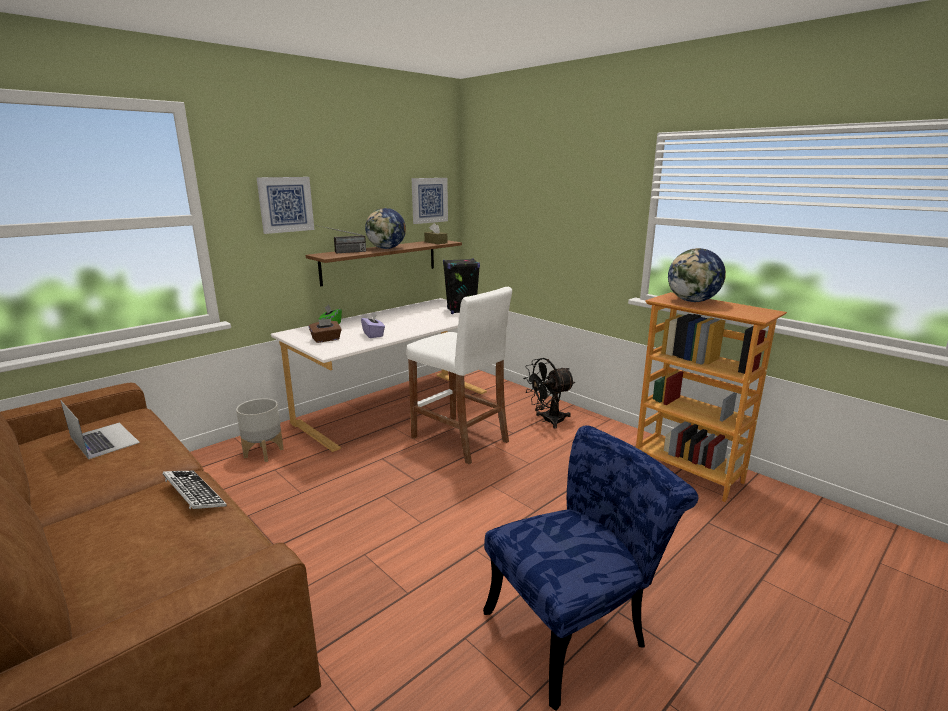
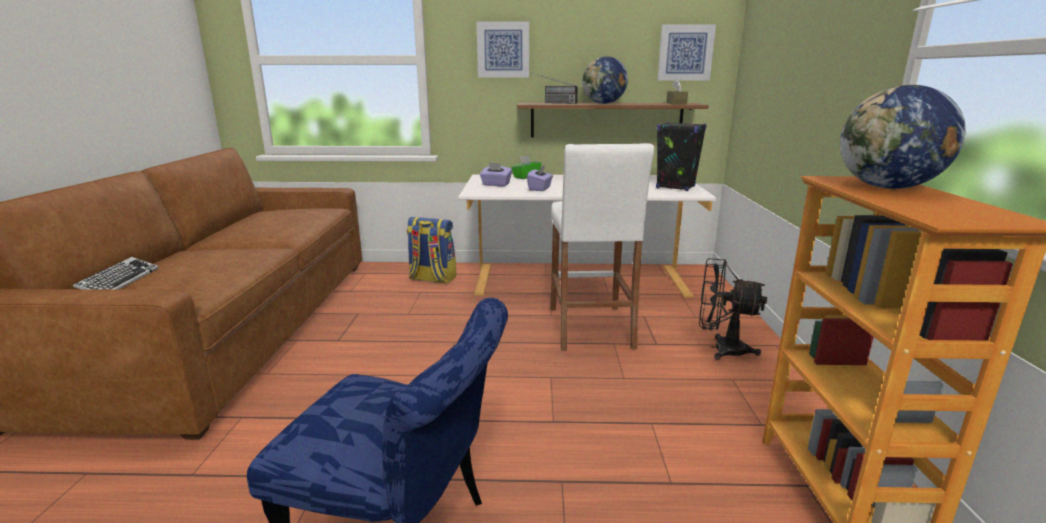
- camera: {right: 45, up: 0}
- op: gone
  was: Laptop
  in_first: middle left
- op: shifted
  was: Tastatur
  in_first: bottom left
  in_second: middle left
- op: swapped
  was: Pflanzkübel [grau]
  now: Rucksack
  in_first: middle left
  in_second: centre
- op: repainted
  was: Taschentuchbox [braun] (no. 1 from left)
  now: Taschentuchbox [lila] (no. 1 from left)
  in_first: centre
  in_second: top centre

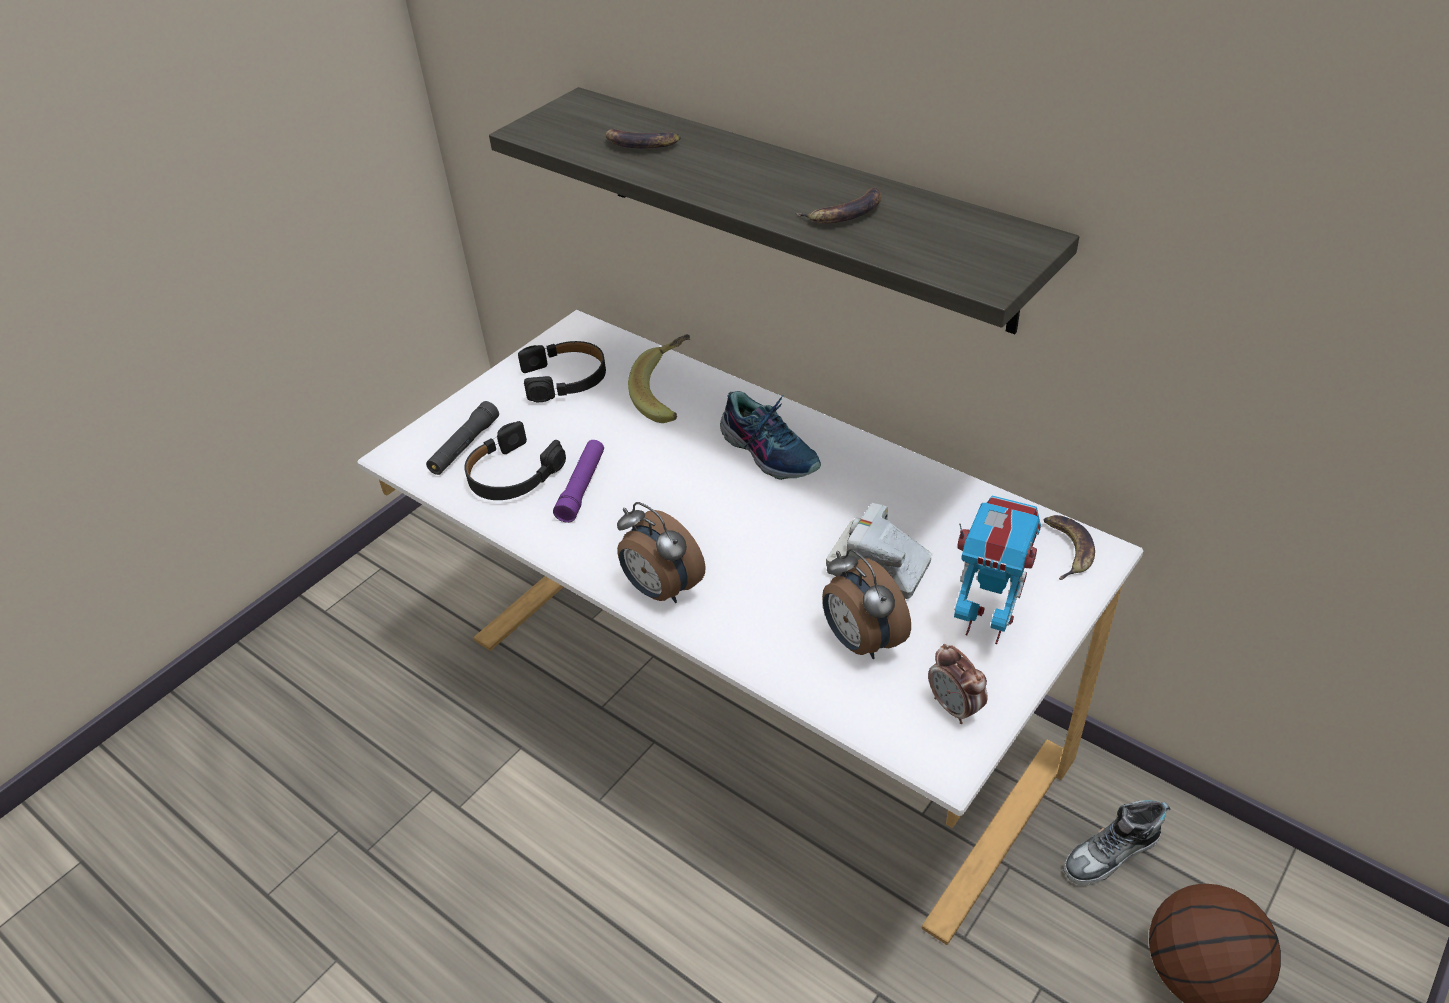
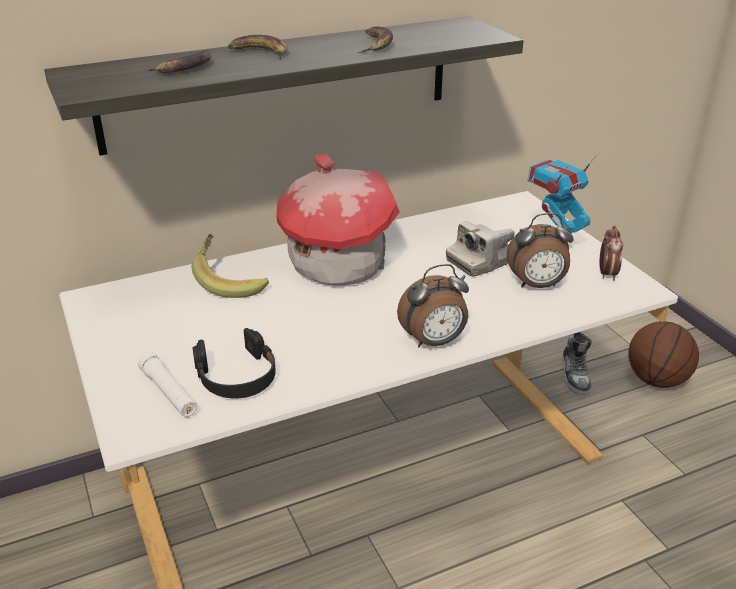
- camera: {right: -65, up: -10}
- op: gone
  was: Kopfhörer [schwarz] (no. 2 from left)
  in_first: centre
- op: gone
  was: Taschenlampe [lila]
  in_first: centre
- op: shifted
  was: Banane (no. 4 from left in the first image)
  now: Banane (no. 3 from left)
  in_first: middle right
  in_second: top centre
- op: swapped
  was: Schuh (no. 1 from left)
  now: Spielzeughaus
  in_first: centre
  in_second: centre
- op: repainted
  was: Taschenlampe [schwarz]
  now: Taschenlampe [weiß]
  in_first: middle left
  in_second: middle left
- op: rotated
  was: Wecker (no. 3 from left)
  in_first: bottom centre
  in_second: middle right
  clockwise: -75

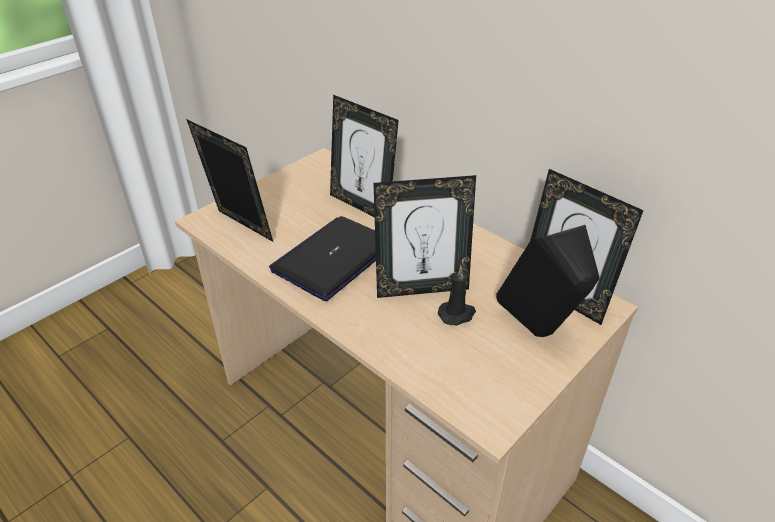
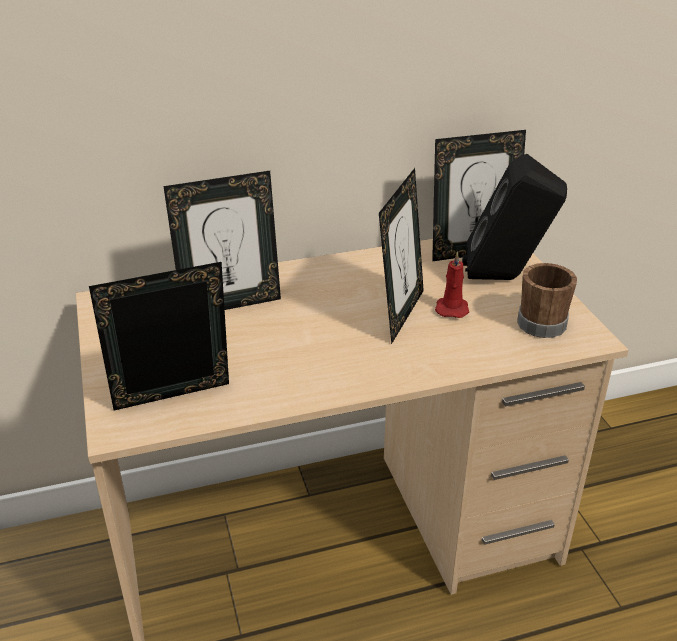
- camera: {right: -60, up: -5}
- op: gone
  was: Laptop
  in_first: centre
- op: new
  now: Henkelbecher [braun]
  in_second: middle right
- op: repainted
  was: Kerze [schwarz]
  now: Kerze [rot]
  in_first: centre
  in_second: middle right

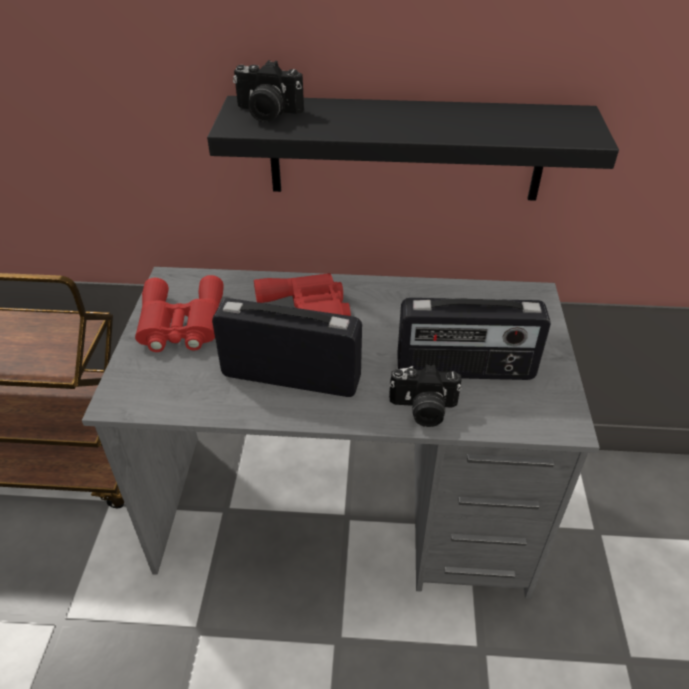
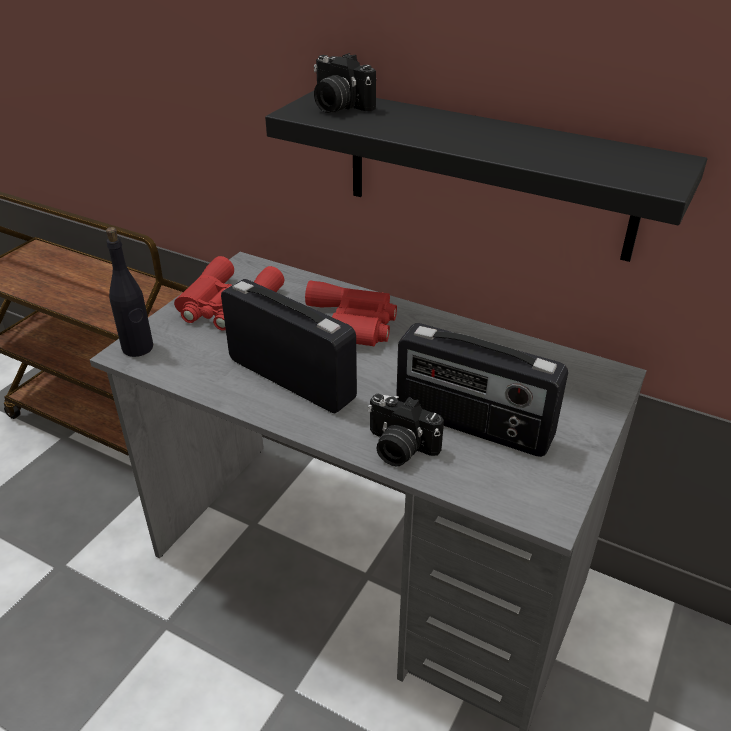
- camera: {right: 25, up: -5}
- op: new
  now: Flasche [schwarz]
  in_second: middle left

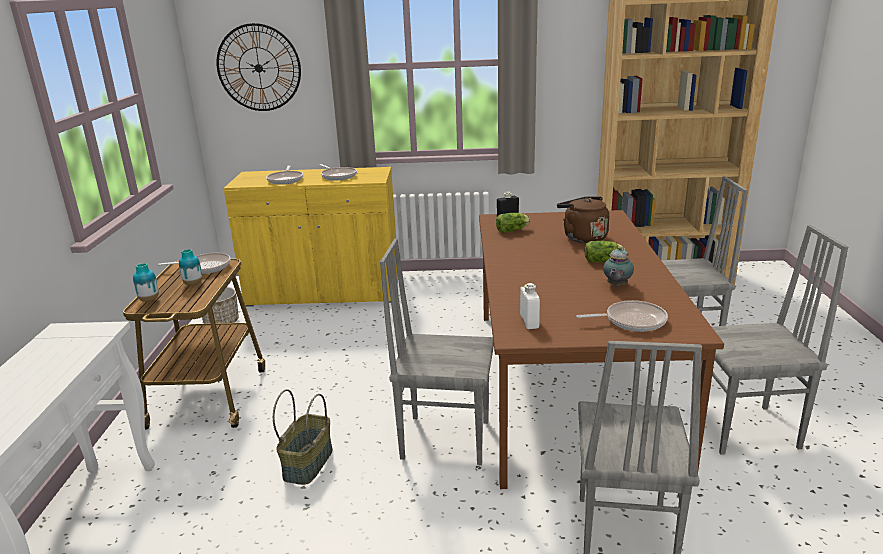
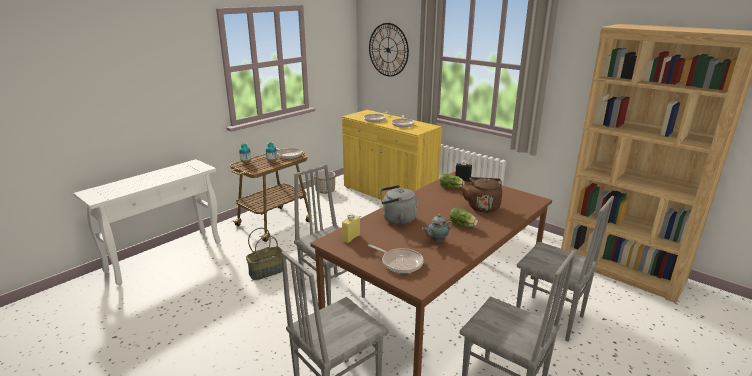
- camera: {right: 40, up: 0}
- op: new
  now: Wasserkessel [grau]
  in_second: centre
- op: repainted
  was: Flasche [weiß]
  now: Flasche [gelb]
  in_first: centre
  in_second: centre

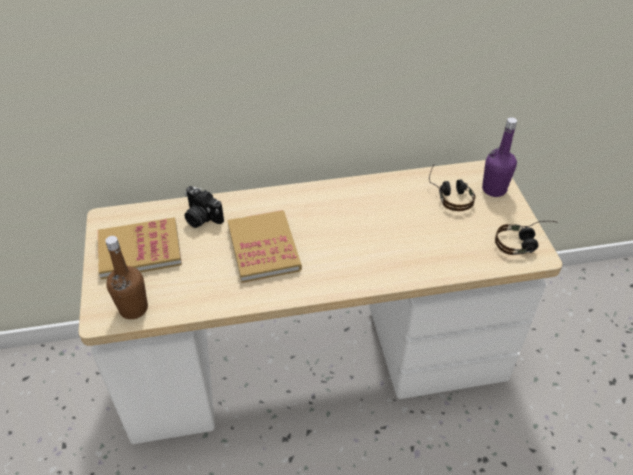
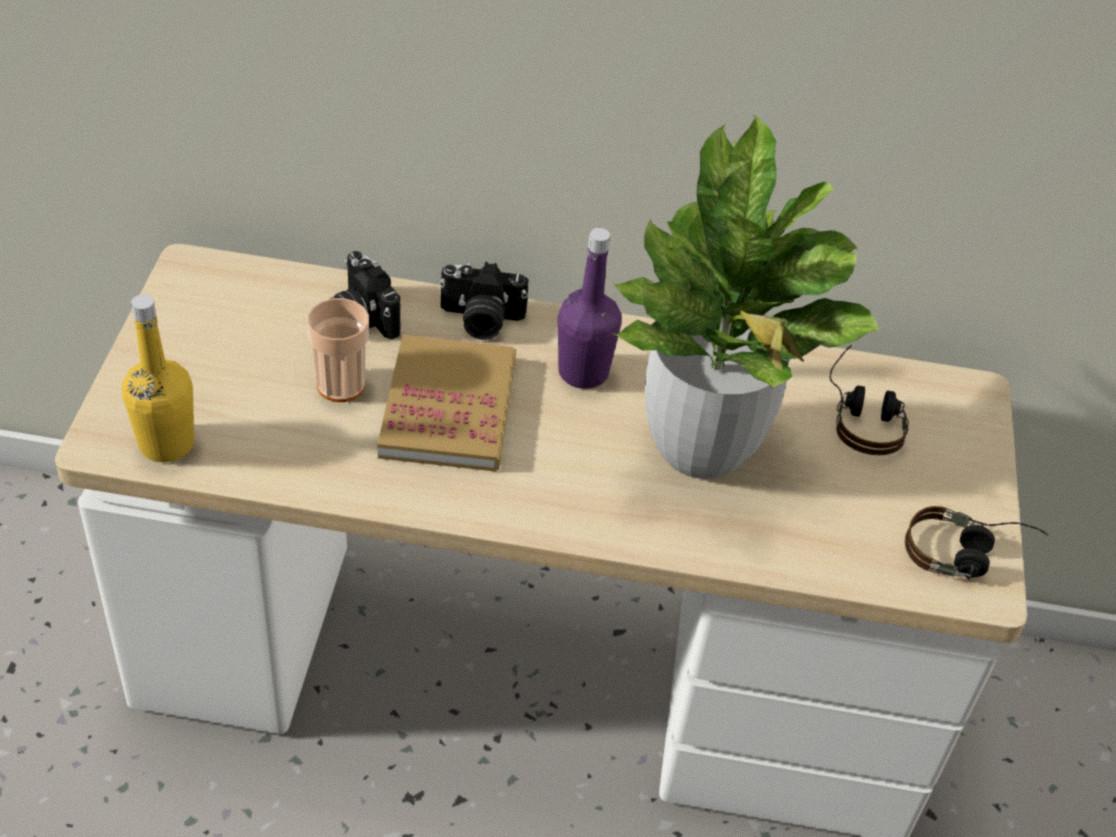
- camera: {right: 15, up: 0}
- op: gone
  was: Buch (no. 1 from left)
  in_first: middle left
- op: new
  now: Tasse
  in_second: middle left
- op: new
  now: Kamera (no. 2 from left)
  in_second: centre
- op: new
  now: Topfpflanze
  in_second: middle right
- op: shifted
  was: Flasche [lila]
  in_first: top right
  in_second: centre
- op: repainted
  was: Flasche [braun]
  now: Flasche [gelb]
  in_first: middle left
  in_second: middle left

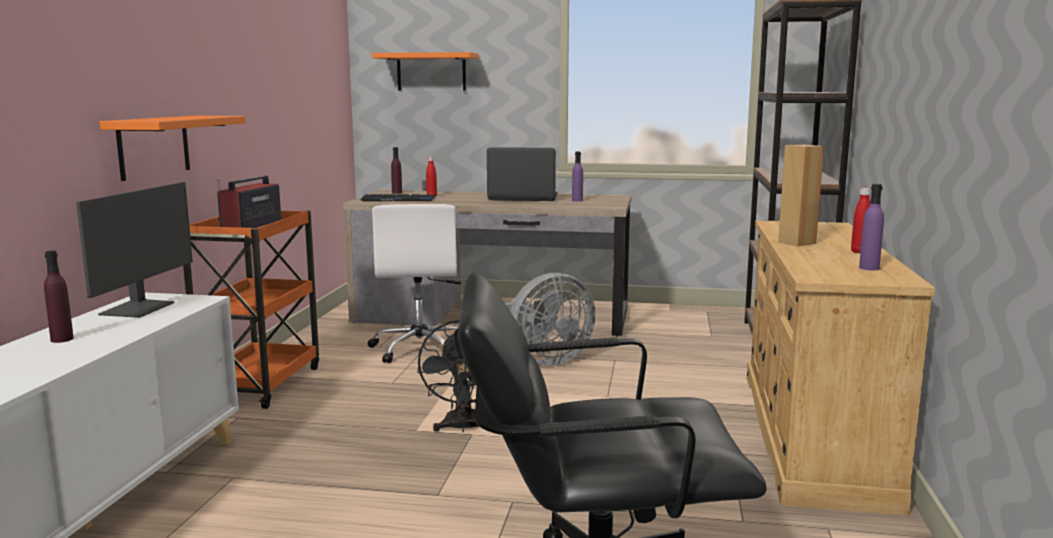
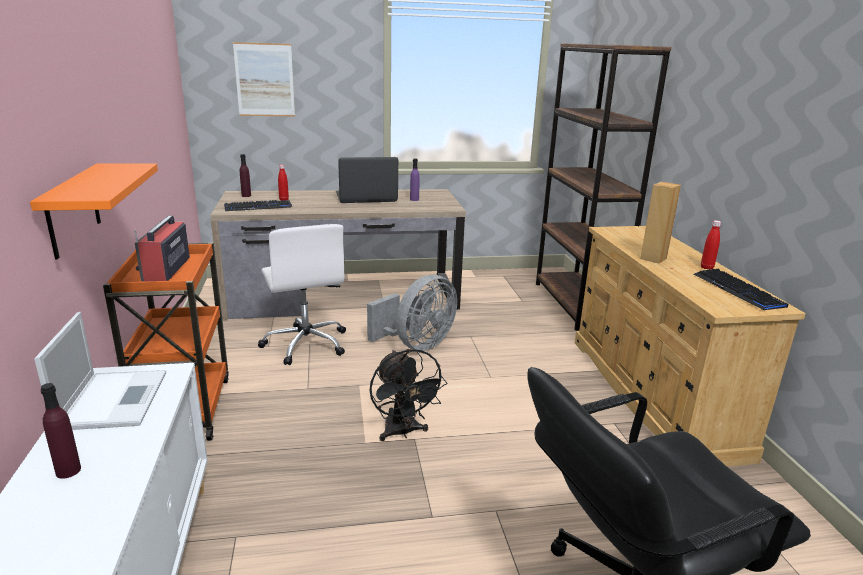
- camera: {right: -20, up: 10}
- op: swapped
  was: Monitor
  now: Laptop (no. 1 from left)
  in_first: middle left
  in_second: middle left
- op: swapped
  was: Wandregal [orange] (no. 2 from left)
  now: Bild
  in_first: top centre
  in_second: top left
- op: swapped
  was: Flasche [lila] (no. 4 from left)
  now: Tastatur (no. 2 from left)
  in_first: middle right
  in_second: middle right

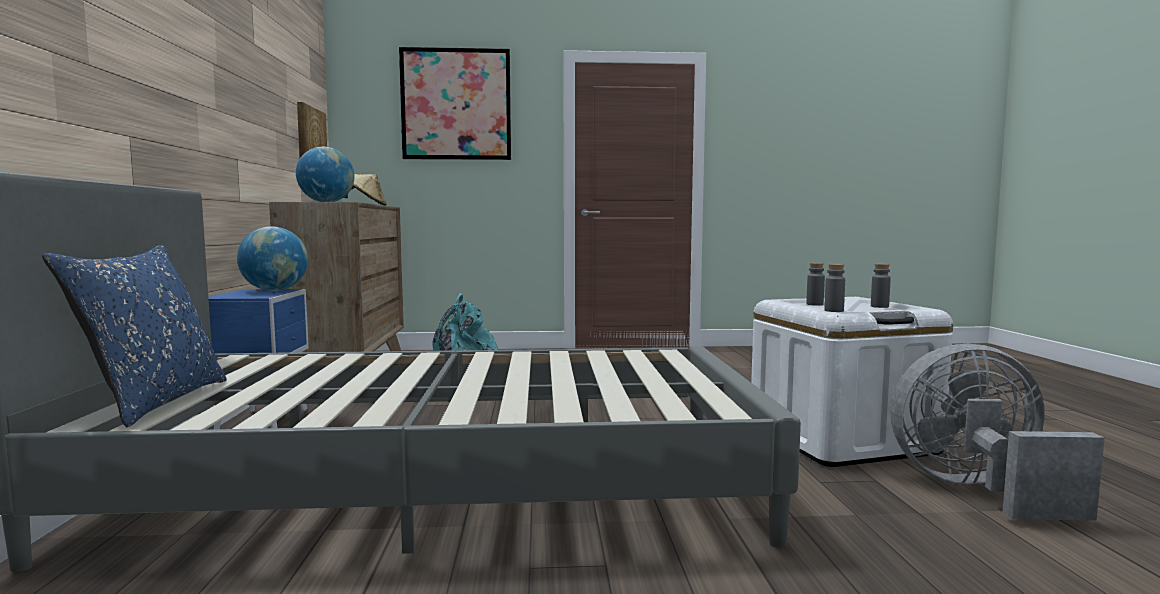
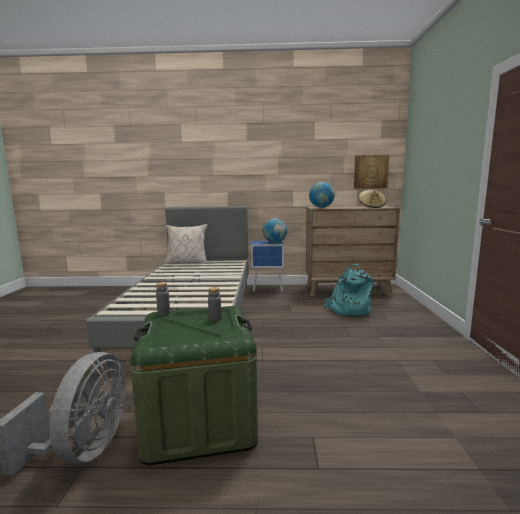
- camera: {right: 95, up: 5}
- op: gone
  was: Bild (no. 2 from left)
  in_first: top centre
- op: gone
  was: Flasche [grau] (no. 3 from left)
  in_first: middle right
- op: repainted
  was: Kissen [blau]
  now: Kissen [beige]
  in_first: middle left
  in_second: centre
- op: repainted
  was: Aufbewahrungsbox [weiß]
  now: Aufbewahrungsbox [grün]
  in_first: middle right
  in_second: bottom centre

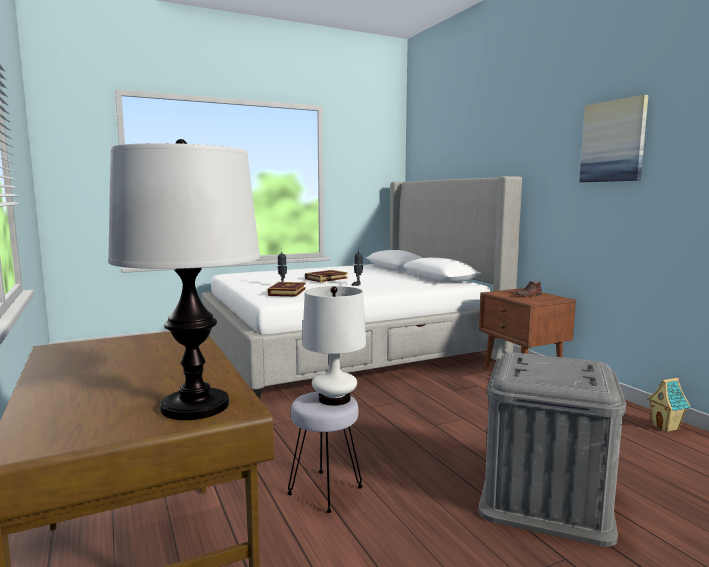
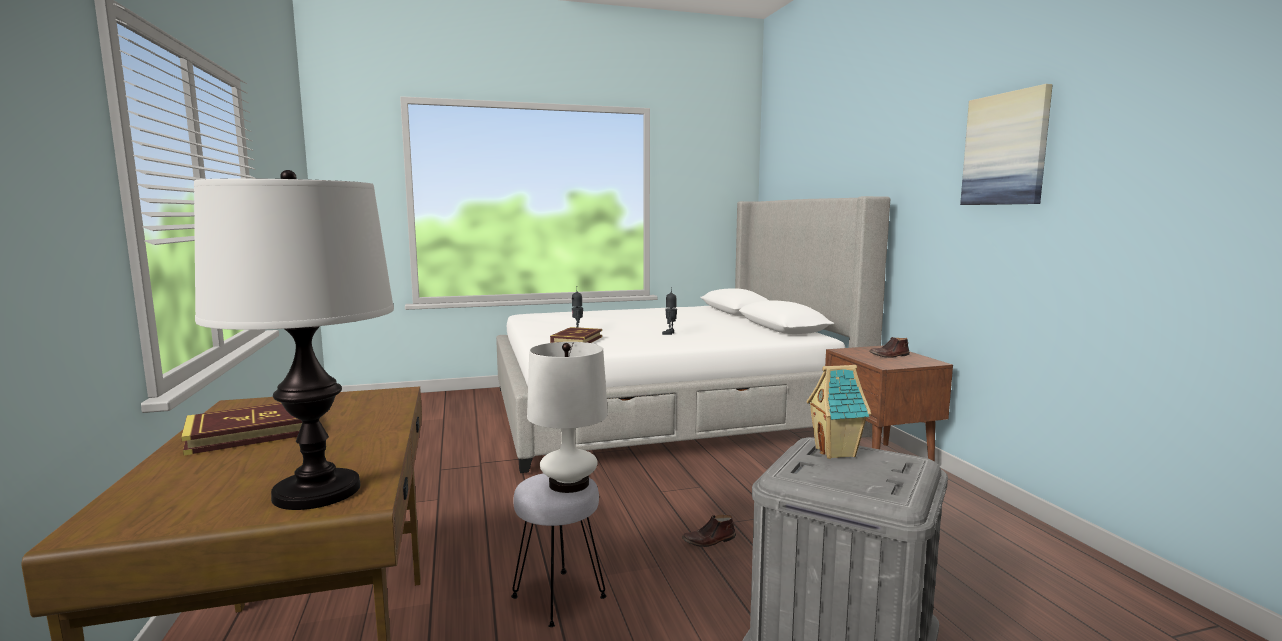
- camera: {right: 10, up: 0}
- op: new
  now: Schuh [braun] (no. 1 from left)
  in_second: bottom centre
- op: shifted
  was: Buch (no. 2 from left in the first image)
  now: Buch (no. 1 from left)
  in_first: centre
  in_second: bottom left
- op: shifted
  was: Spielzeughaus
  in_first: bottom right
  in_second: centre

